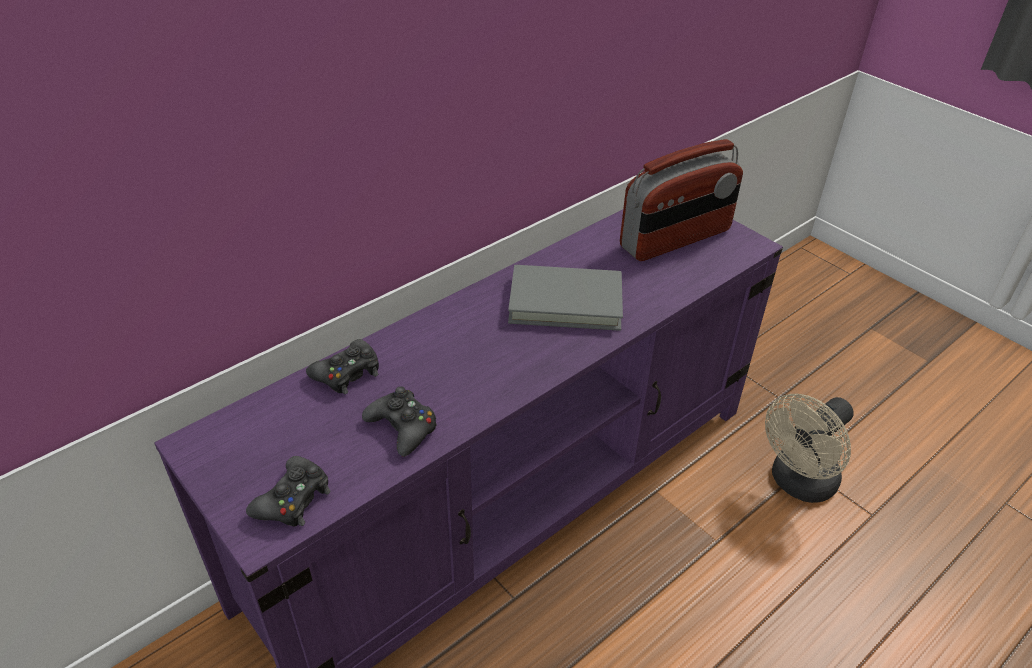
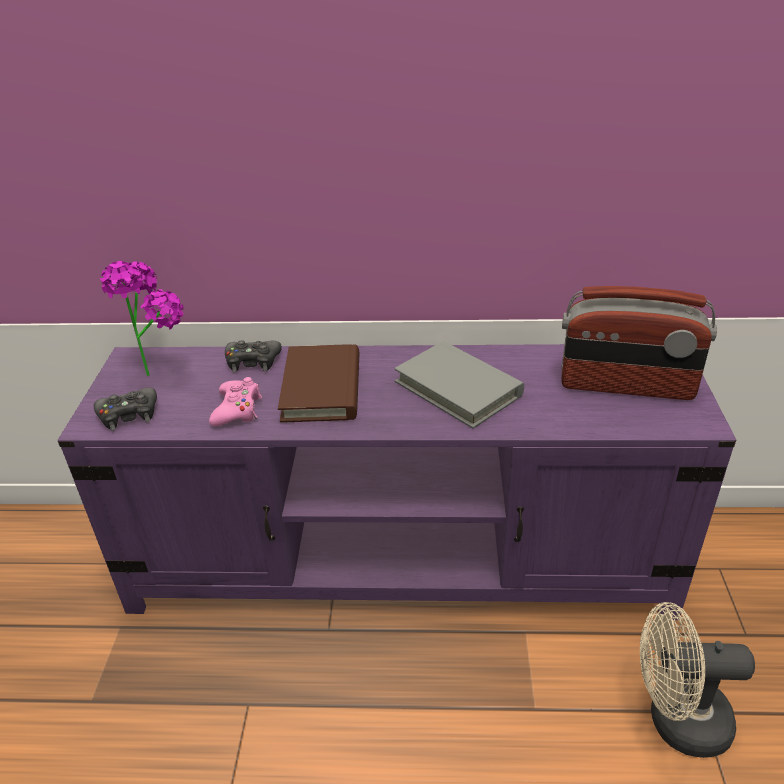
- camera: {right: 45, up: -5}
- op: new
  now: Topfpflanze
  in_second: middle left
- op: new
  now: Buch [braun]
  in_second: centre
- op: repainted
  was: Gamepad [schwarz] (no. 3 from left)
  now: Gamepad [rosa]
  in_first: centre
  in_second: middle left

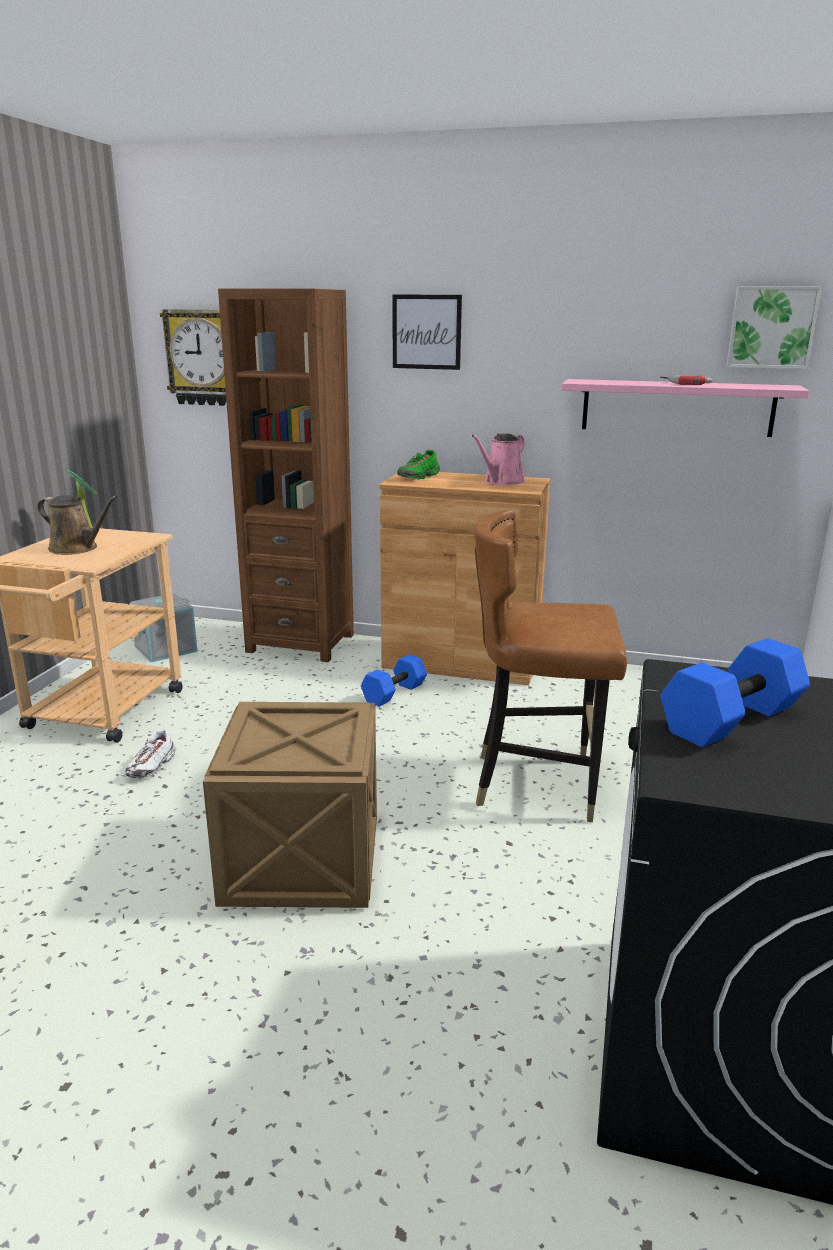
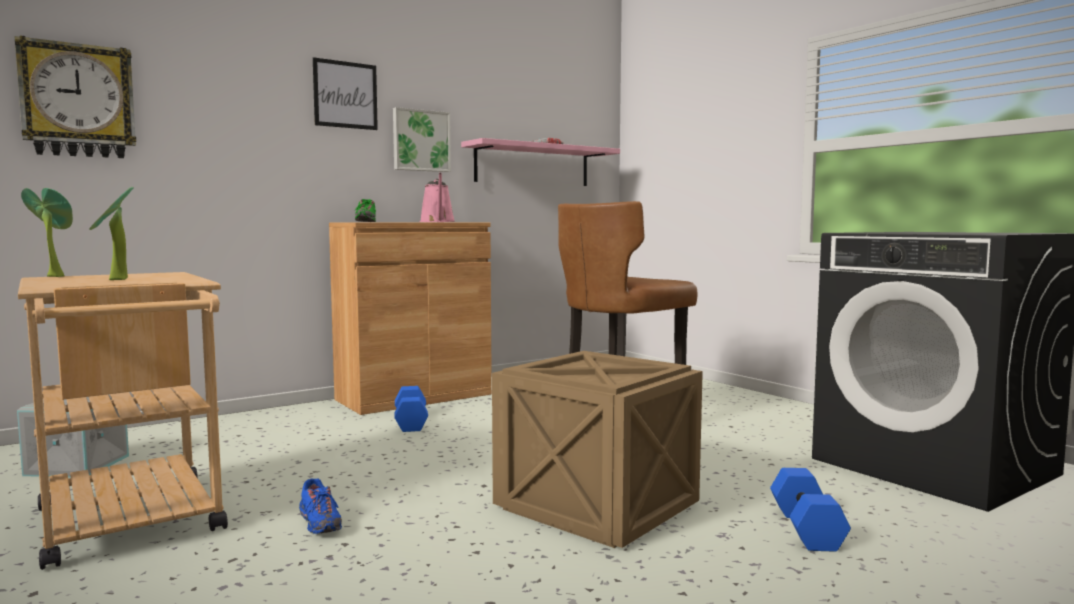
- camera: {right: -50, up: -15}
- op: gone
  was: Bücherregal [braun]
  in_first: centre
- op: shifted
  was: Hantel [blau] (no. 2 from left)
  in_first: middle right
  in_second: bottom right
- op: shifted
  was: Bild (no. 2 from left)
  in_first: top right
  in_second: top centre
- op: swapped
  was: Gießkanne [braun]
  now: Topfpflanze (no. 2 from left)
  in_first: middle left
  in_second: middle left
- op: repainted
  was: Schuh [weiß]
  now: Schuh [blau]
  in_first: middle left
  in_second: bottom left

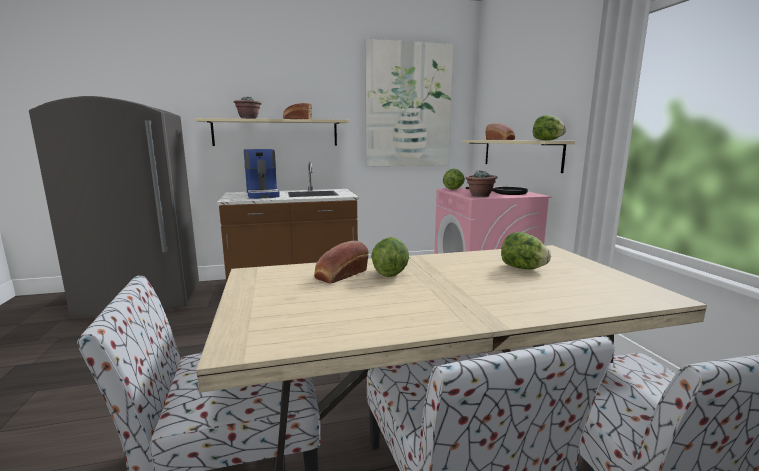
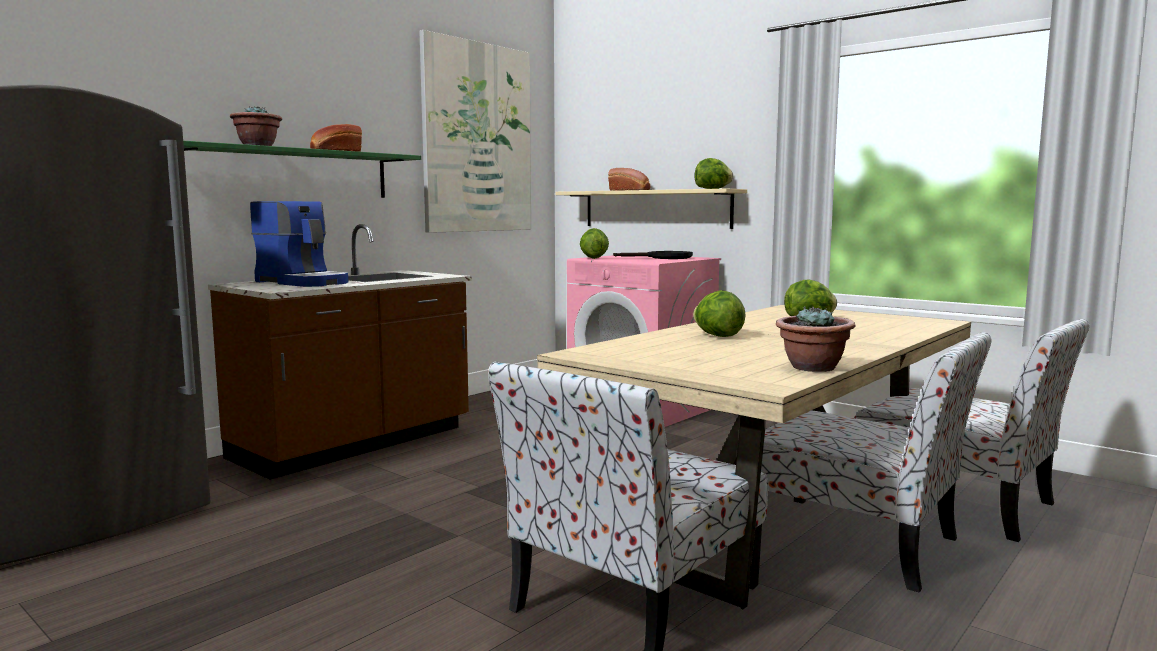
- camera: {right: -35, up: -5}
- op: gone
  was: Brot (no. 2 from left)
  in_first: centre
- op: shifted
  was: Topfpflanze (no. 2 from left)
  in_first: centre
  in_second: middle right
- op: repainted
  was: Wandregal [beige] (no. 1 from left)
  now: Wandregal [grün]
  in_first: top centre
  in_second: top left

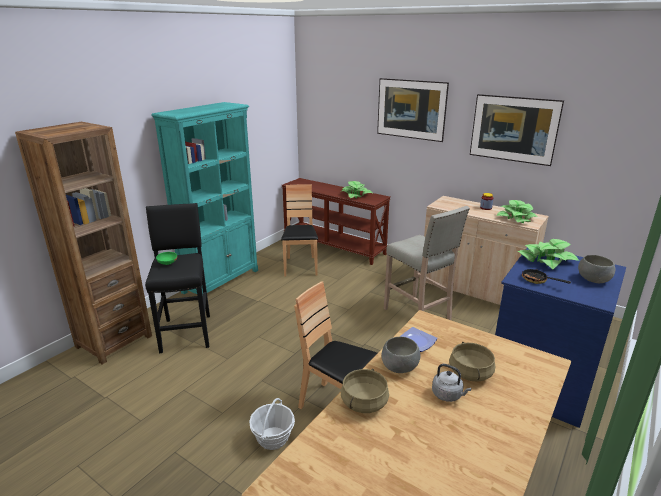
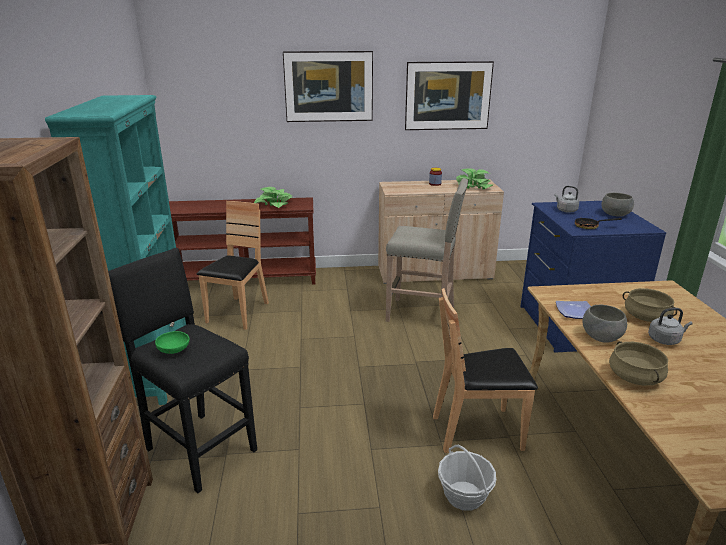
- camera: {right: -40, up: 0}
- op: swapped
  was: Topfpflanze (no. 3 from left)
  now: Wasserkessel [grau] (no. 1 from left)
  in_first: middle right
  in_second: middle right
- op: rotated
  was: Stuhl [braun] (no. 1 from left)
  in_first: centre
  in_second: middle left
  clockwise: 60

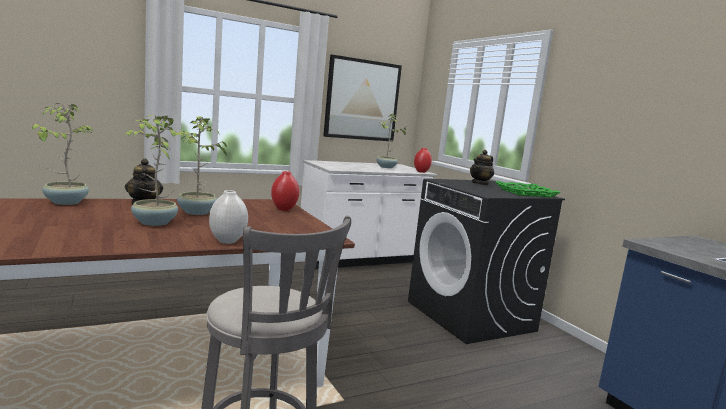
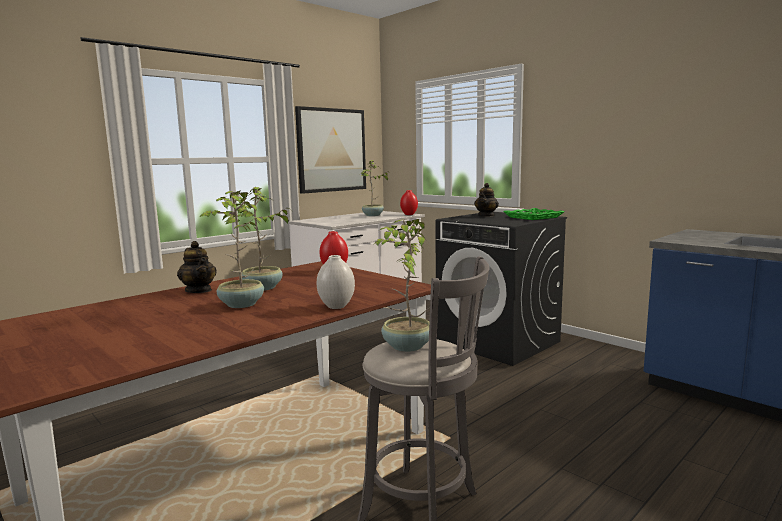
- camera: {right: -15, up: 0}
- op: shifted
  was: Topfpflanze (no. 1 from left in the first image)
  now: Topfpflanze (no. 4 from left)
  in_first: middle left
  in_second: centre

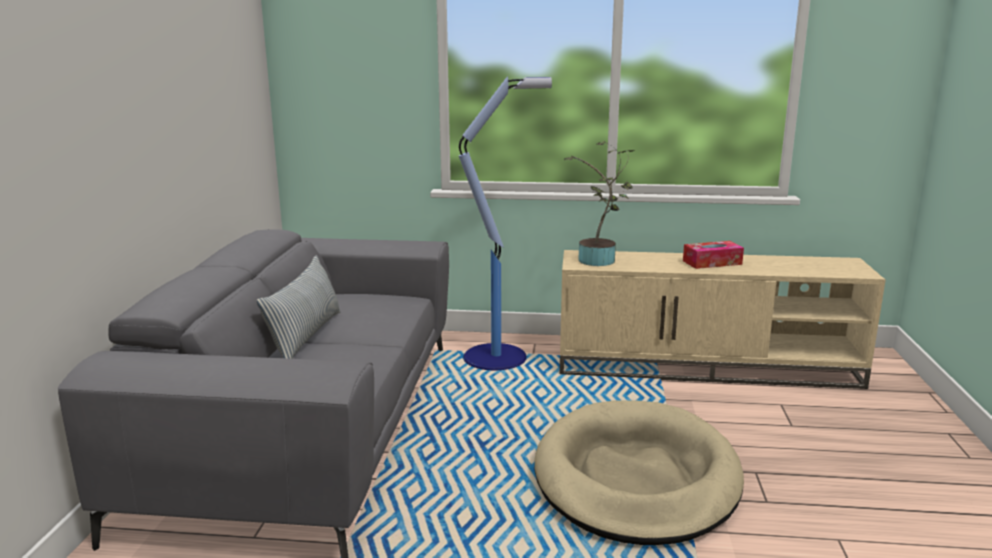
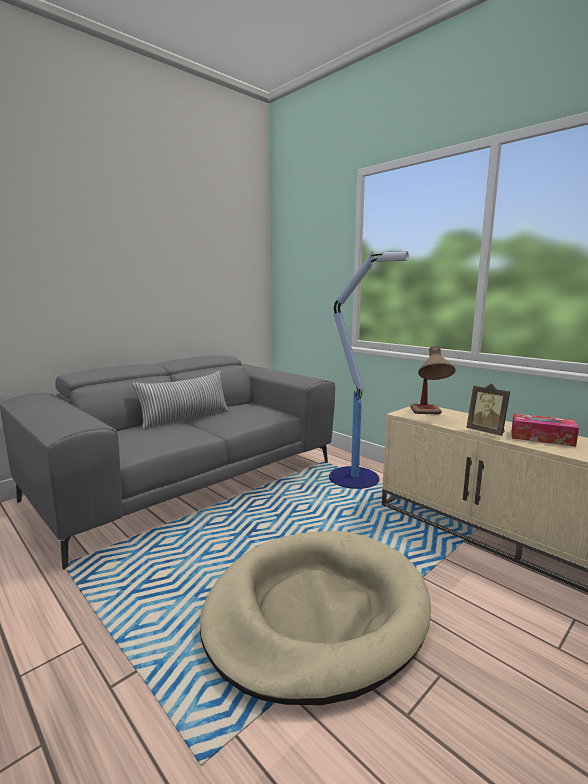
- camera: {right: 40, up: -5}
- op: new
  now: Bilderrahmen
  in_second: middle right
- op: swapped
  was: Topfpflanze
  now: Tischlampe
  in_first: centre
  in_second: middle right

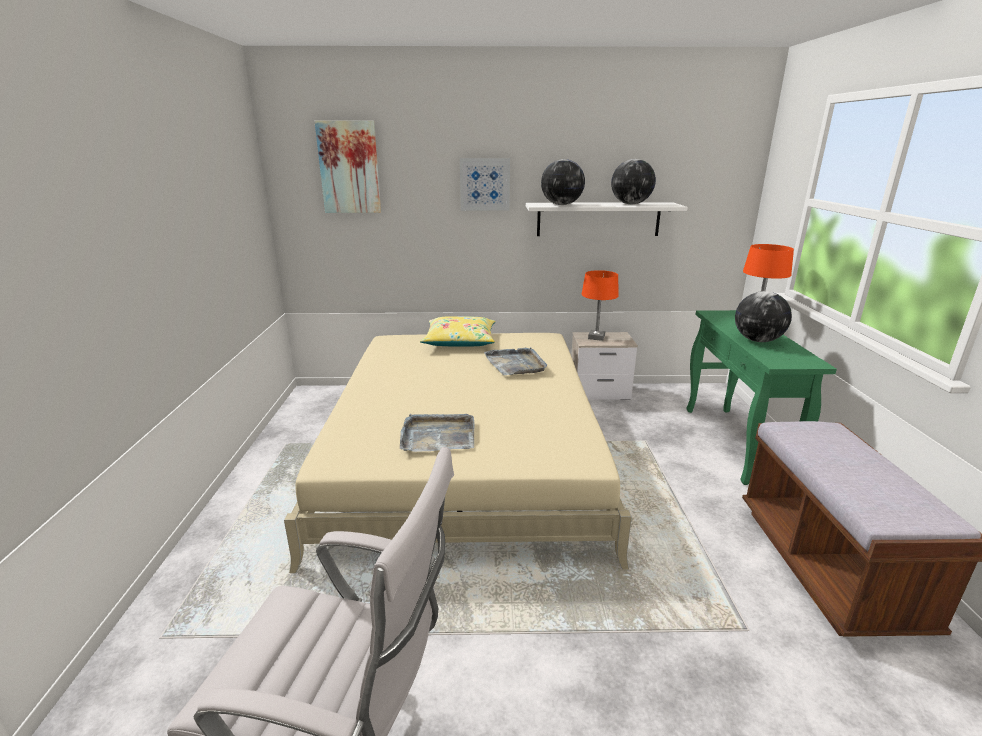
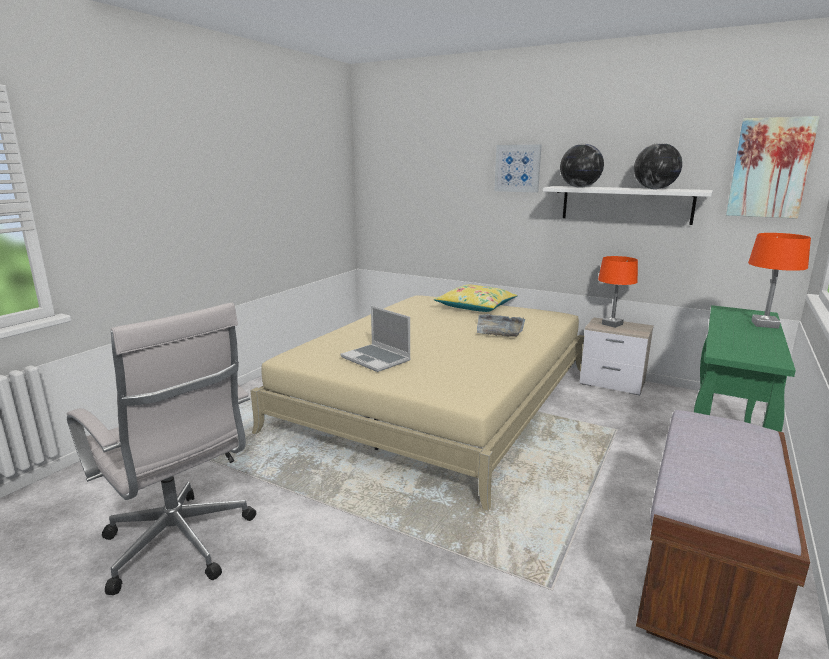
- camera: {right: 30, up: -5}
- op: gone
  was: Globus (no. 3 from left)
  in_first: middle right
- op: shifted
  was: Bild (no. 1 from left in the first image)
  now: Bild (no. 2 from left)
  in_first: top centre
  in_second: top right
- op: swapped
  was: Tablett [grau] (no. 1 from left)
  now: Laptop
  in_first: centre
  in_second: centre

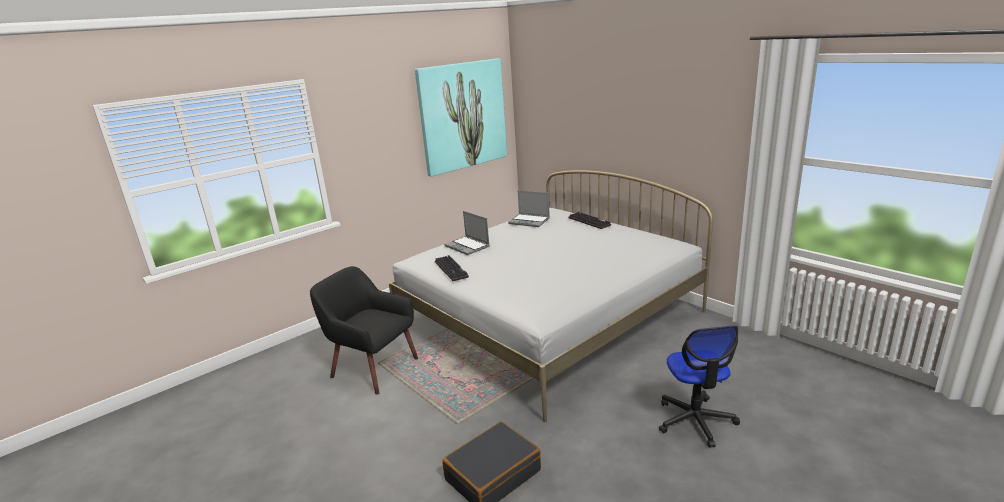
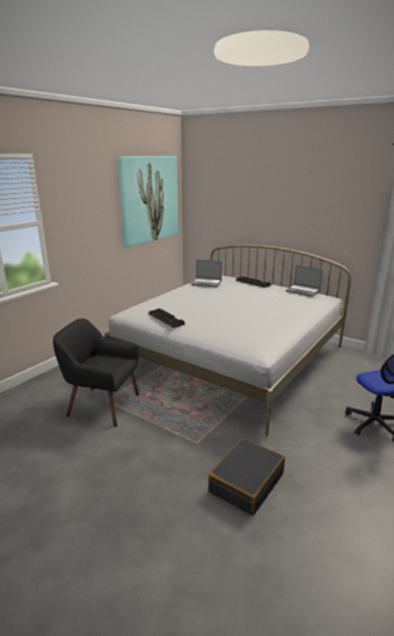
- camera: {right: -15, up: 0}
- op: shifted
  was: Laptop (no. 1 from left in the first image)
  now: Laptop (no. 2 from left)
  in_first: centre
  in_second: middle right

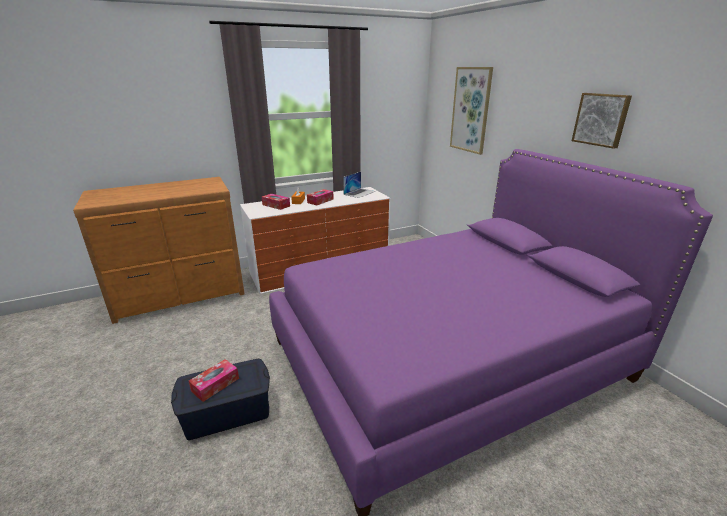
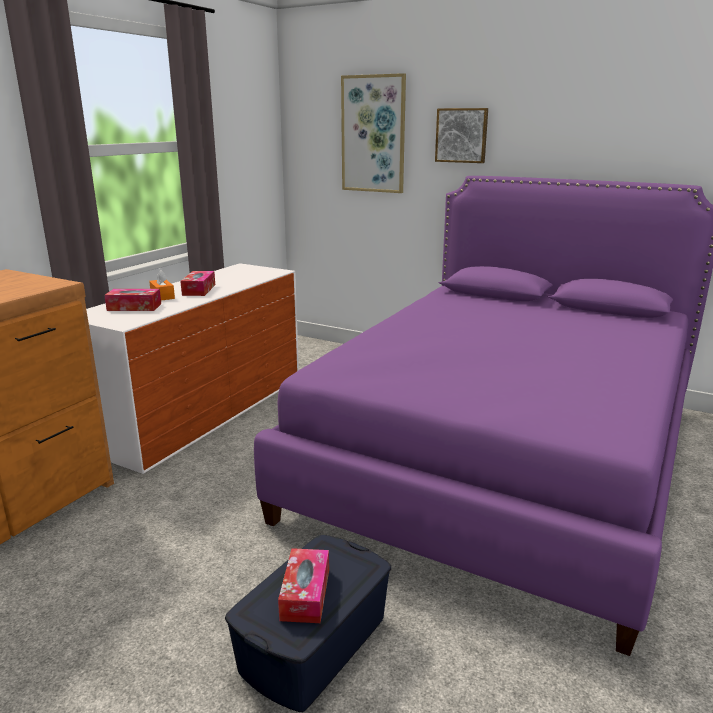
- camera: {right: -35, up: -5}
- op: gone
  was: Laptop
  in_first: centre
- op: shifted
  was: Bild (no. 2 from left)
  in_first: top right
  in_second: top centre

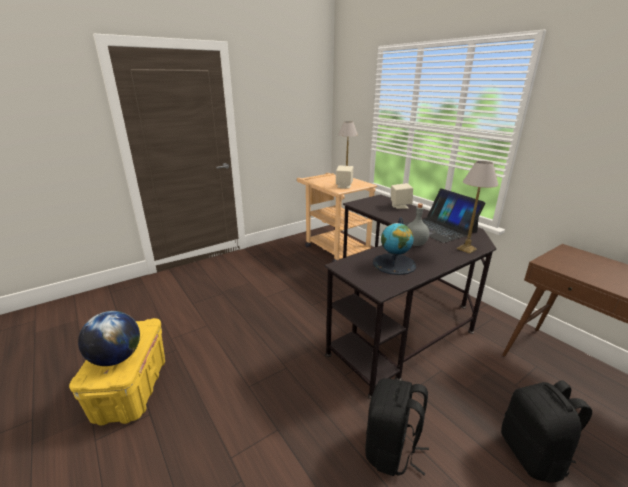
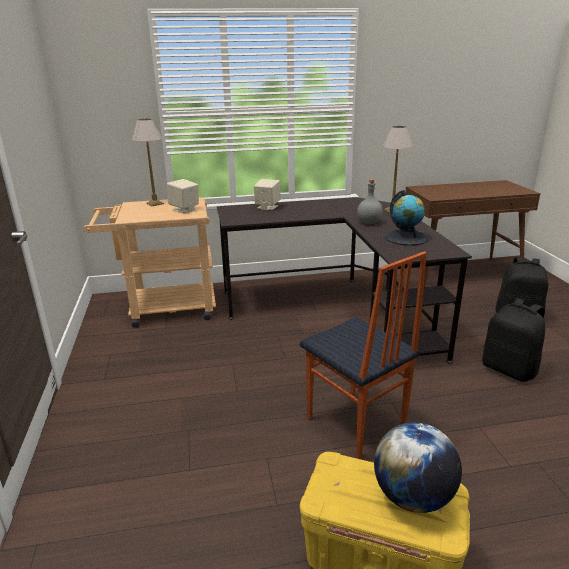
- camera: {right: -65, up: 0}
- op: gone
  was: Laptop
  in_first: middle right
- op: new
  now: Stuhl
  in_second: centre

